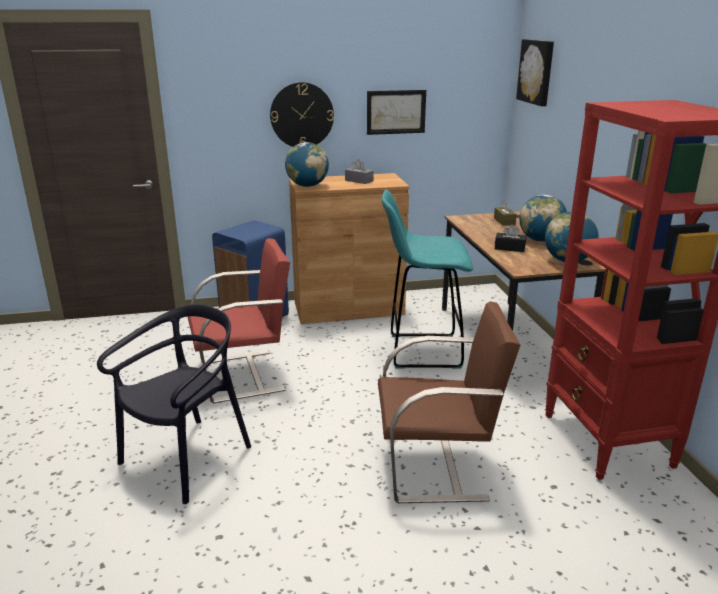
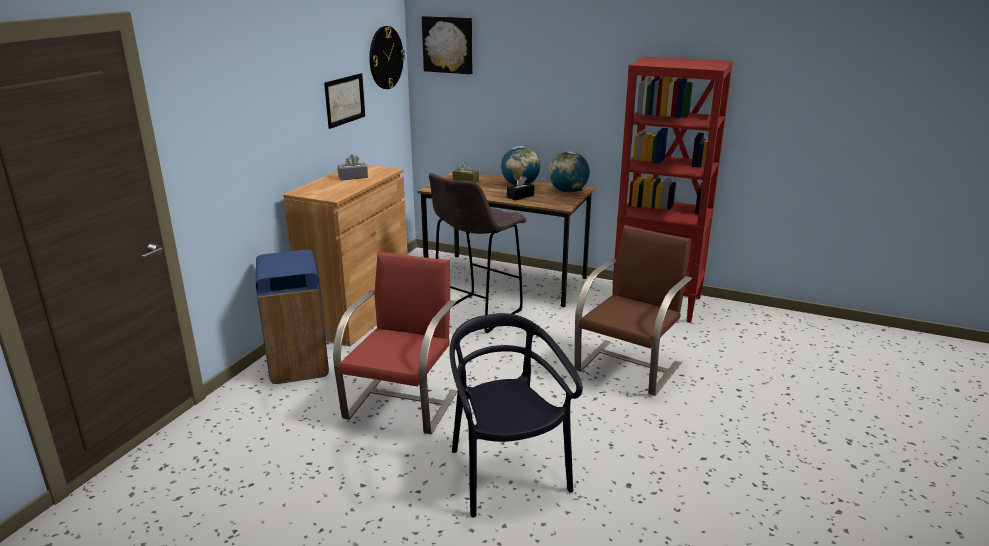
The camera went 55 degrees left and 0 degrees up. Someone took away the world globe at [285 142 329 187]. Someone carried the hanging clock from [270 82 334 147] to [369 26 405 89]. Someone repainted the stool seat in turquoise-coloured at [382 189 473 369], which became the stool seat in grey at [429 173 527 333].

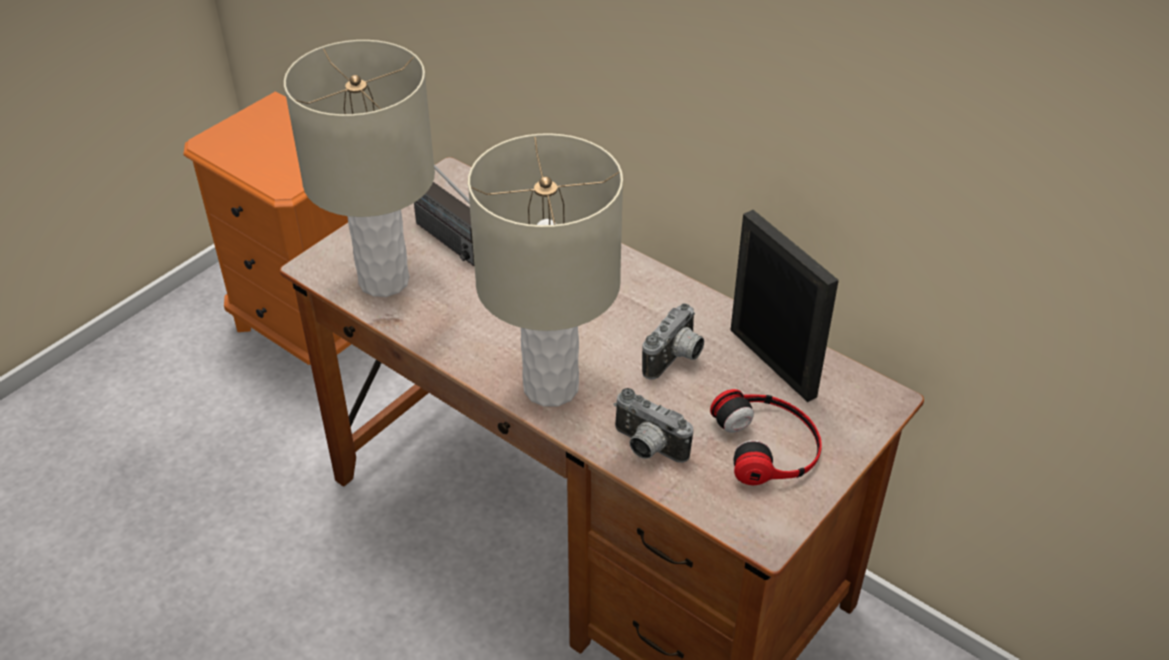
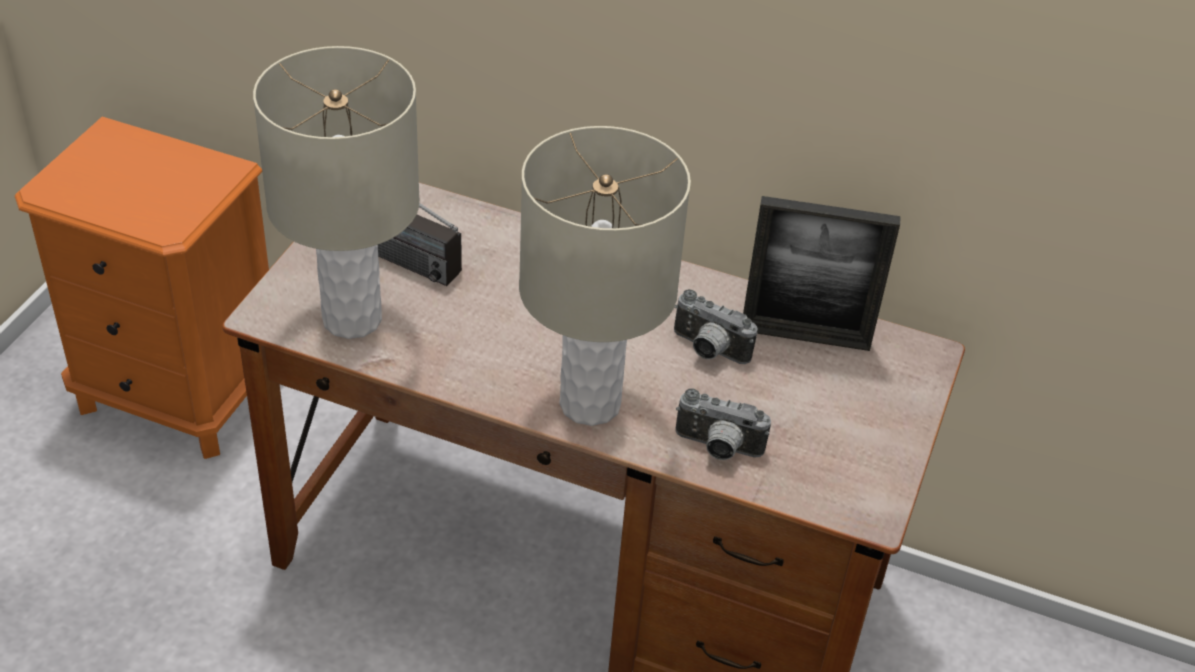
The camera went 20 degrees left and 0 degrees up. Someone took away the pair of headphones at [710 389 822 485]. Someone rotated the photo camera at [642 303 704 379] by 105 degrees clockwise. Someone rotated the picture frame at [731 210 839 402] by 150 degrees clockwise.

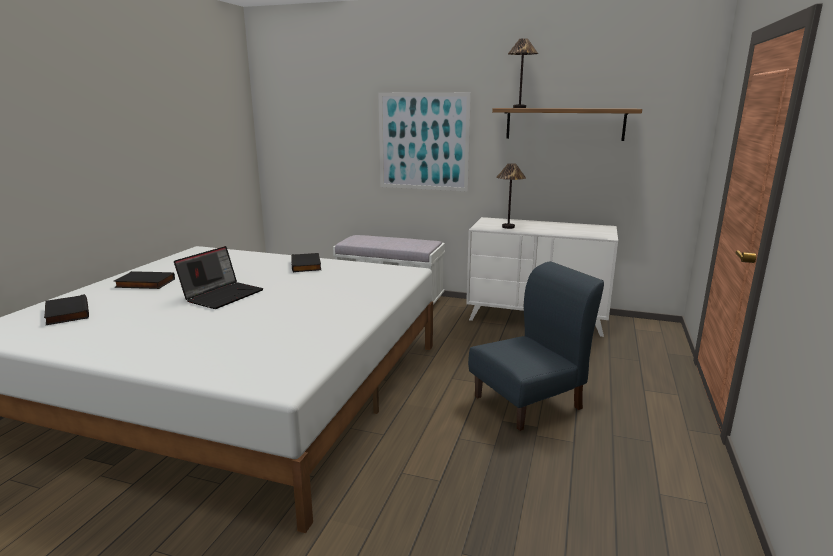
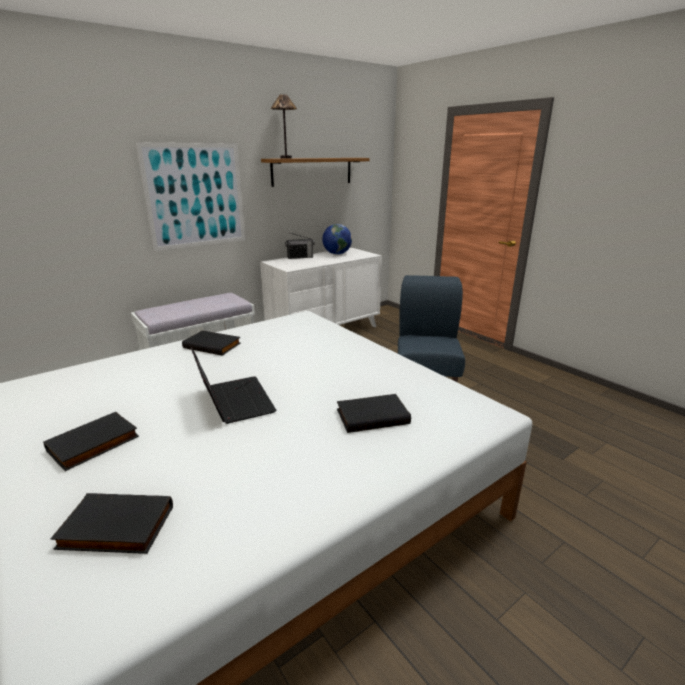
The camera went 55 degrees left and 5 degrees up. Someone took away the tabletop lamp at [496 163 526 229]. Someone put down the radio set at [285 233 315 259]. Someone put down the world globe at [322 224 352 255]. Someone put down the bound book in blackish at [337 394 411 433].

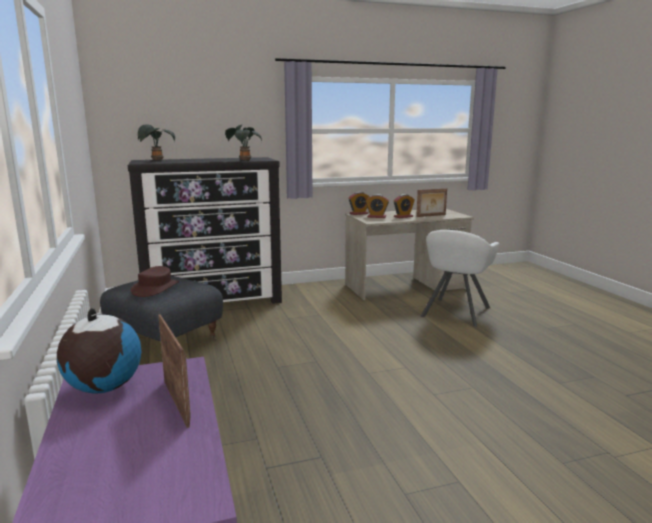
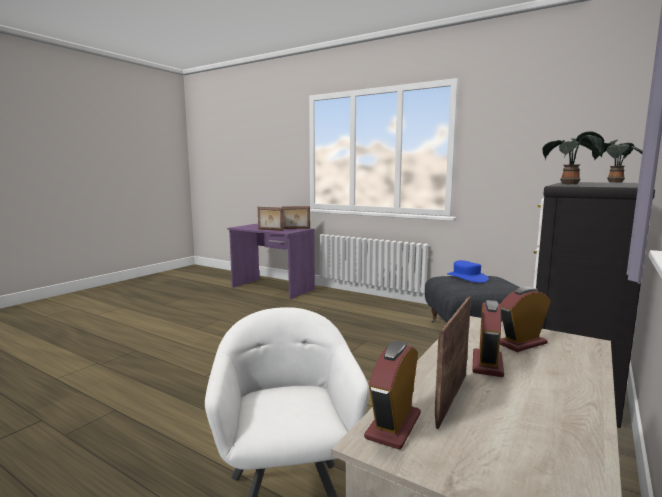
The camera went 140 degrees right and 5 degrees down. Someone carried the bedside clock from [348 192 370 215] to [364 341 421 450]. Someone swapped the world globe at [57 308 141 394] for the picture frame at [282 206 310 229]. Someone repainted the wearable hat in brown-coloured at [131 266 179 297], which became the wearable hat in bluish at [447 260 489 283].

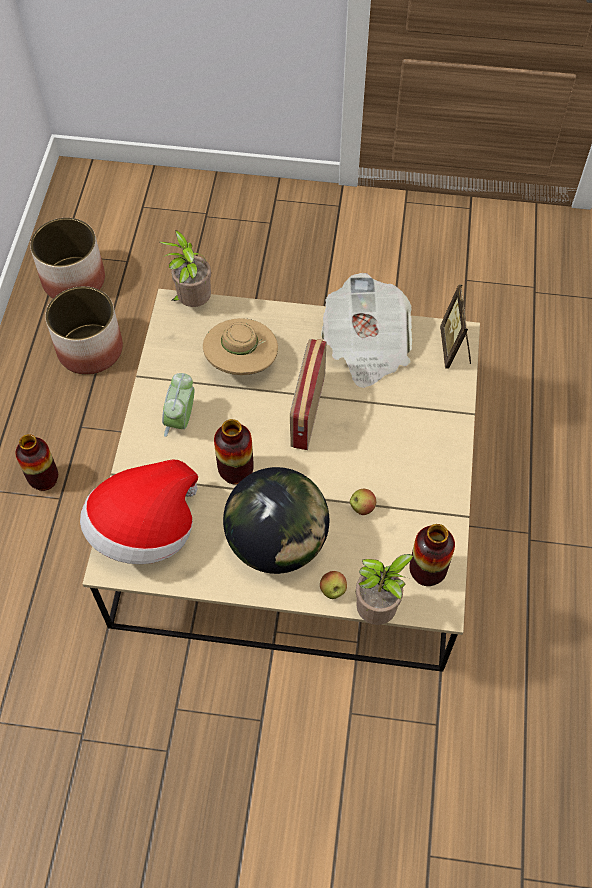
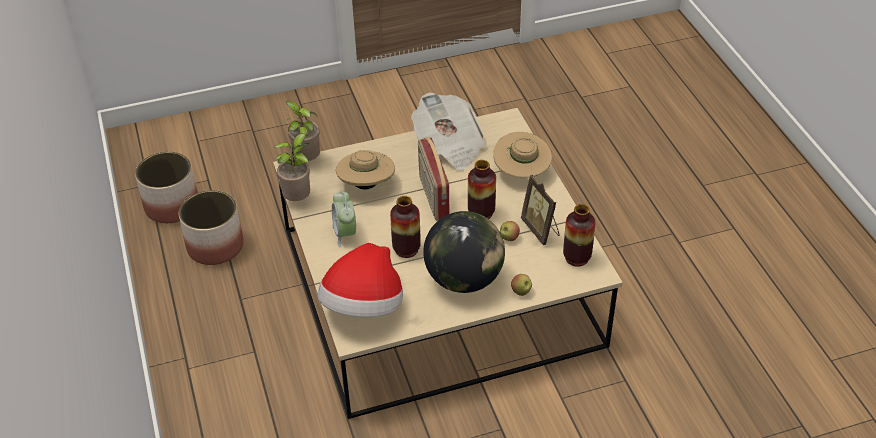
The camera went 25 degrees left and 15 degrees down. Someone put down the wearable hat in sand-coloured at [493 132 552 178]. Someone carried the decorative vase from [15 434 58 491] to [468 160 496 219]. Someone carried the plant in a pot from [356 554 414 625] to [274 133 310 201]. Someone carried the picture frame from [440 285 471 368] to [521 175 560 245].

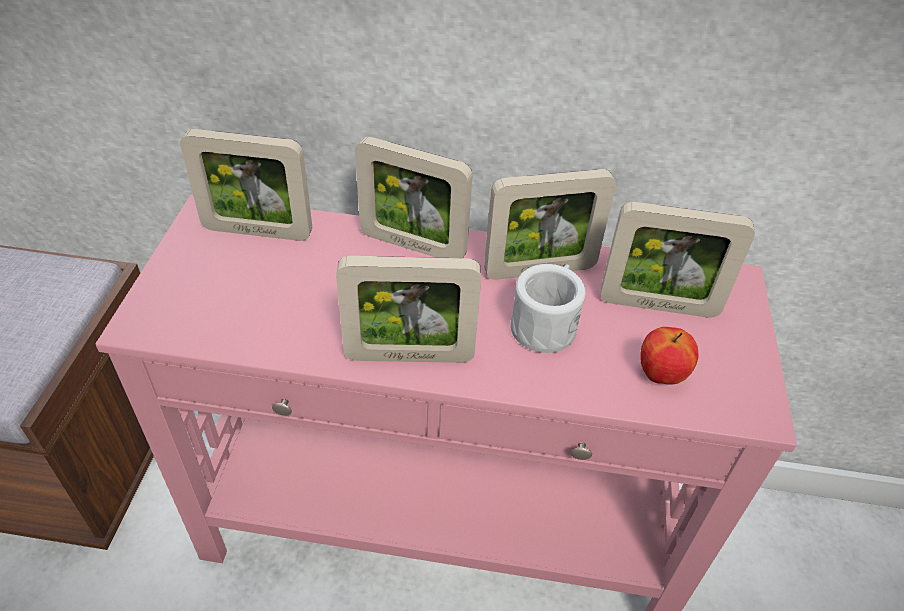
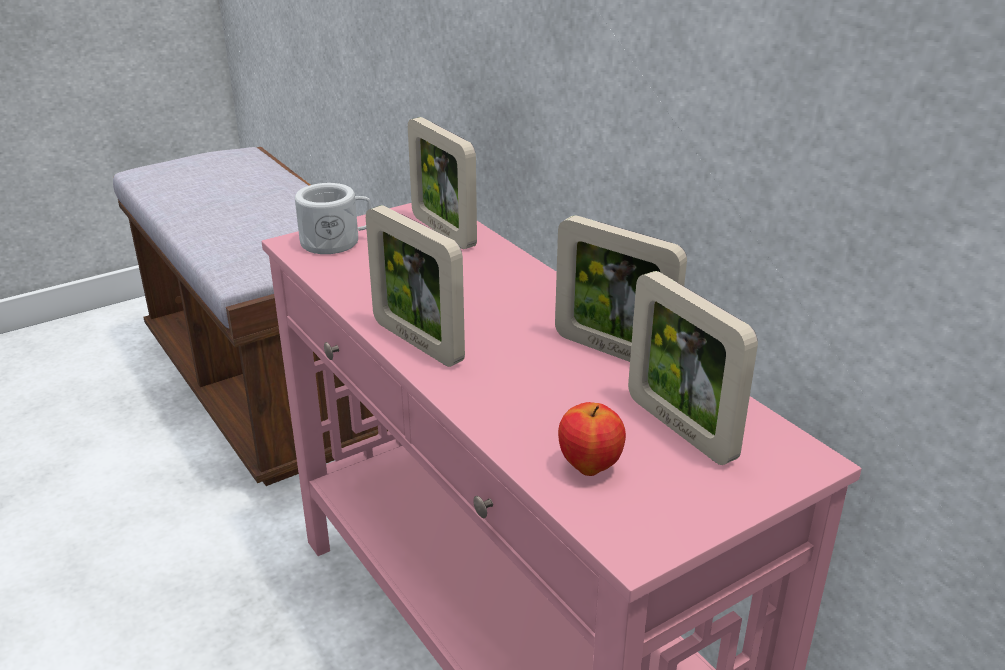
The camera went 50 degrees right and 15 degrees down. Someone took away the picture frame at [355 137 473 258]. Someone carried the mug in white-coloured from [511 264 586 353] to [295 183 371 254].

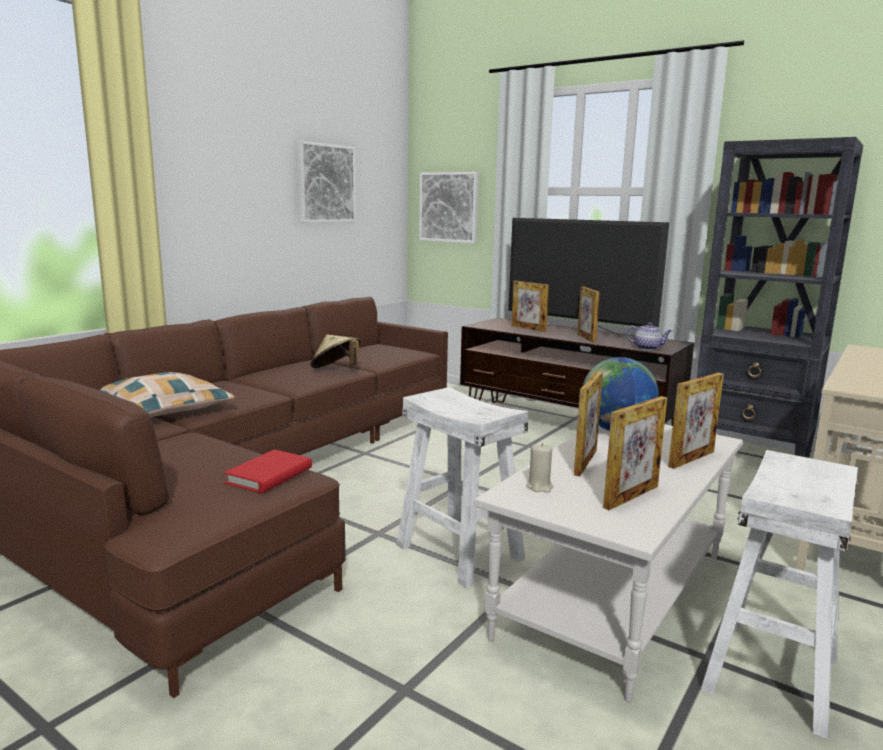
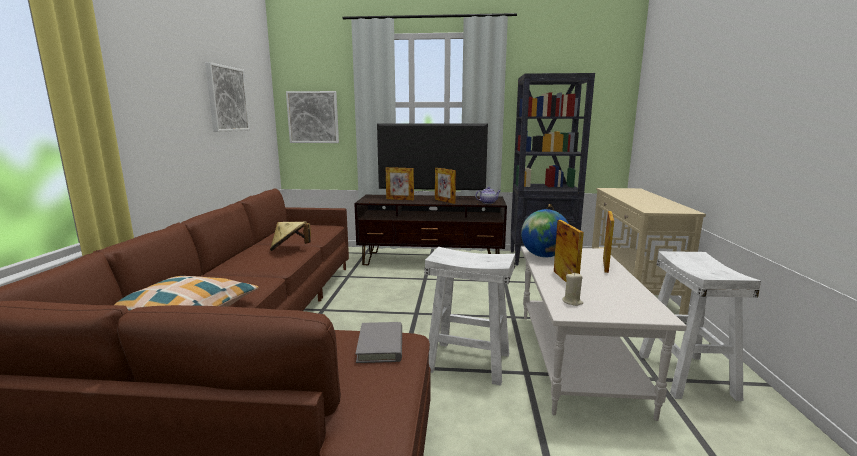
The camera went 30 degrees left and 0 degrees up. Someone took away the picture frame at [603 396 667 510]. Someone repainted the bound book in red at [224 450 312 493], which became the bound book in grey at [355 322 402 363].

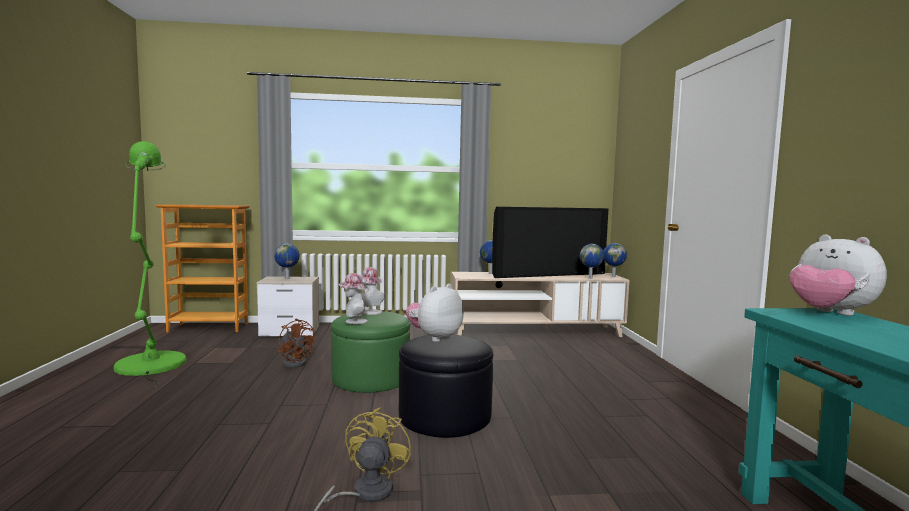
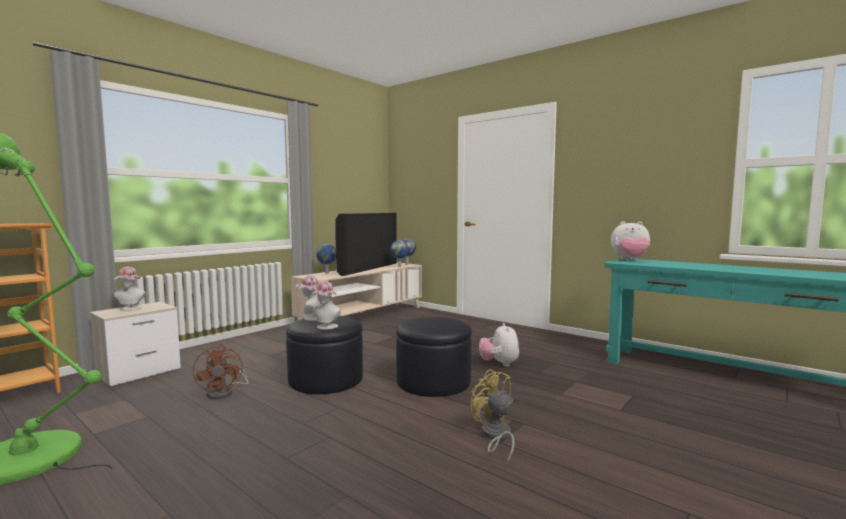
The camera went 45 degrees left and 0 degrees up. Someone carried the cuddly toy from [406 284 463 342] to [479 323 519 367]. Someone swapped the world globe at [274 244 300 279] for the wearable hat at [114 267 146 311]. Someone repainted the pouffe in green-coloured at [331 311 410 393], which became the pouffe in blackish at [286 316 363 394]. Someone rotated the fan in brown-coloured at [278 319 315 368] by 75 degrees clockwise.

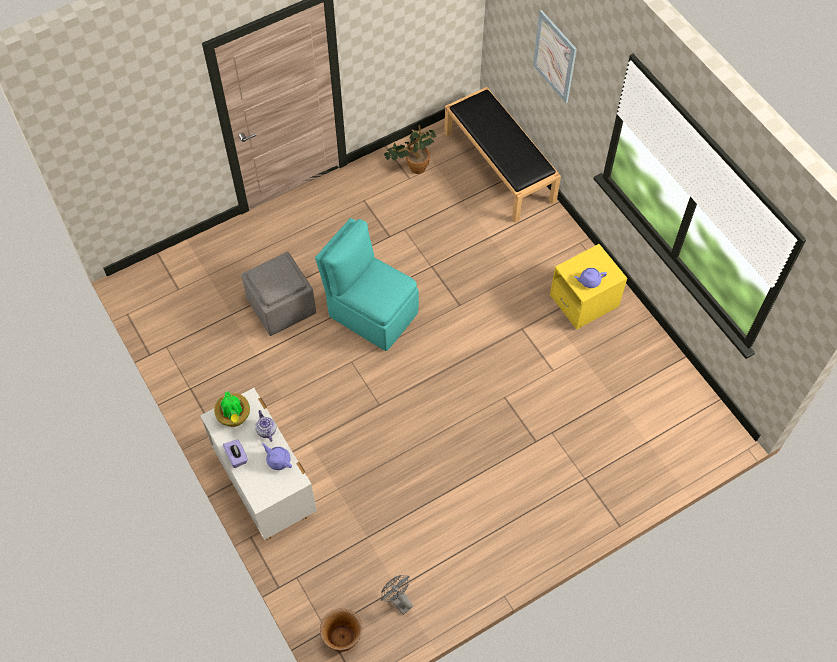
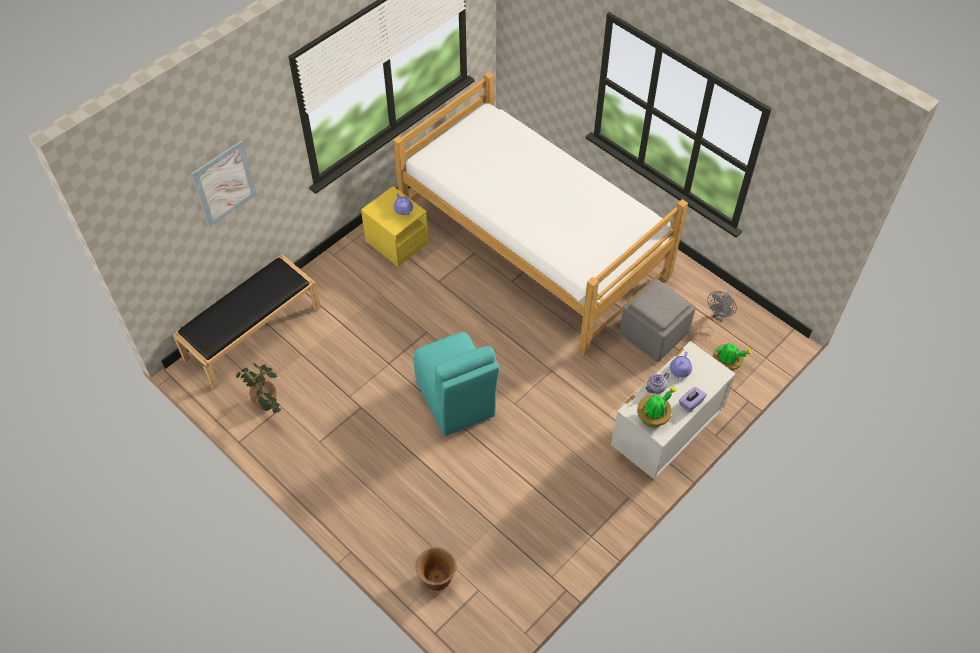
The camera went 105 degrees left and 5 degrees down. Someone put down the sleeping bed at [393 72 688 356]. Someone put down the plant in a pot at [713 343 753 371]. Someone carried the pouffe in grey from [241 252 316 336] to [619 279 696 362]. Someone carried the plant pot in brown-coloured from [320 608 362 652] to [415 547 456 591]. Someone rotated the plain chair in turquoise-coloured at [315 218 419 351] by 45 degrees counterclockwise.

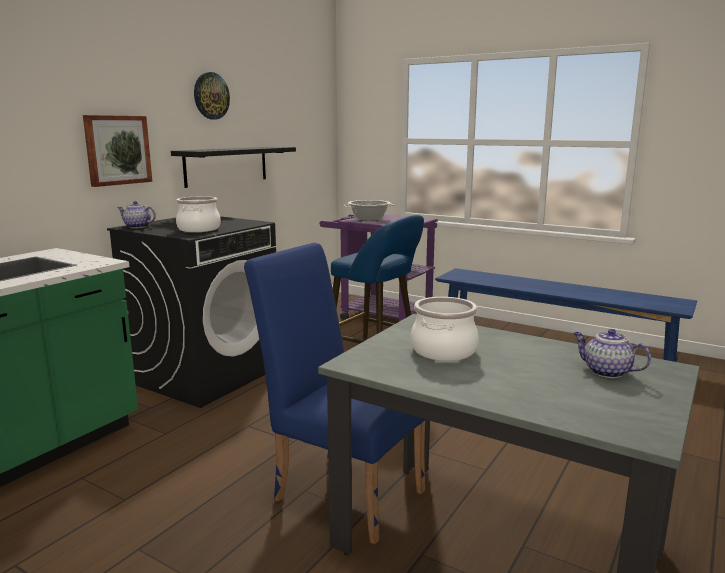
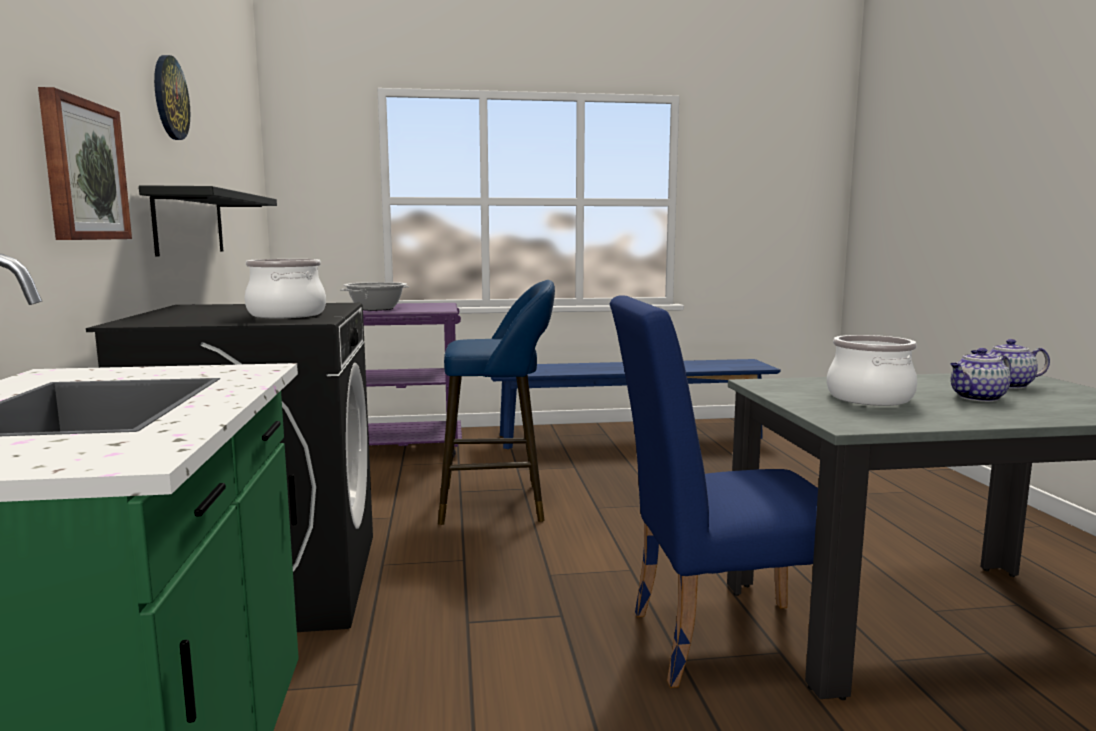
The camera went 40 degrees left and 5 degrees down. Someone carried the tea pot from [117 201 156 228] to [950 348 1011 402].

